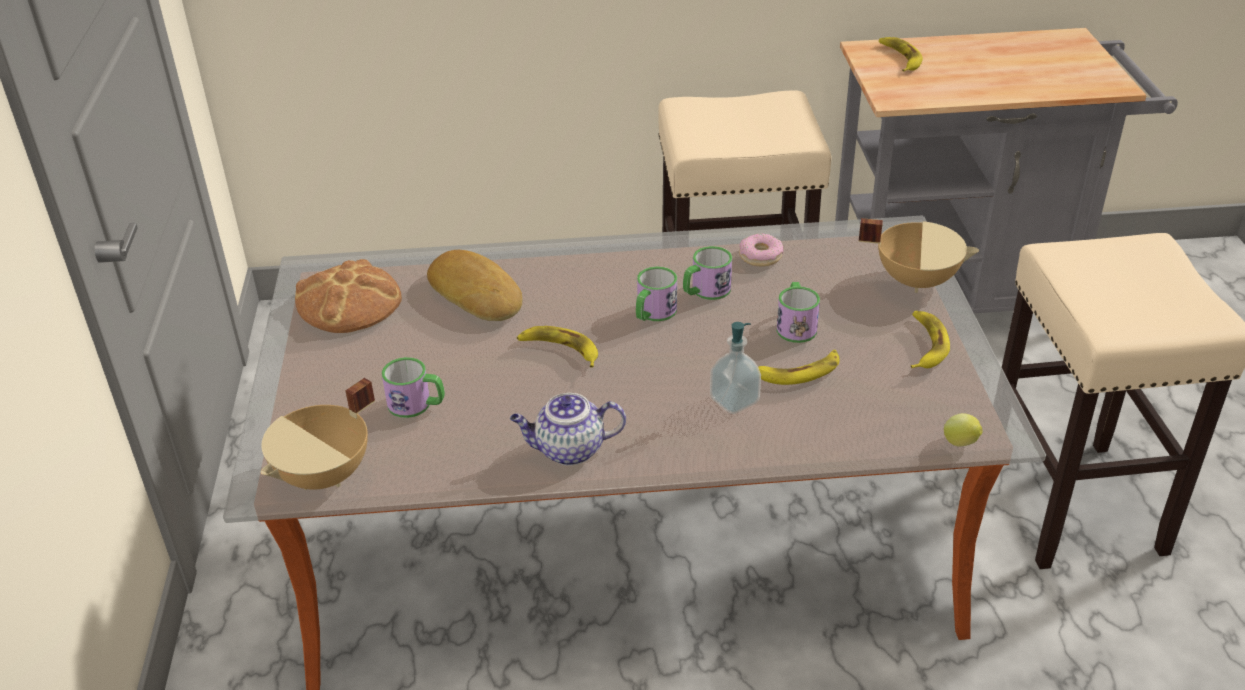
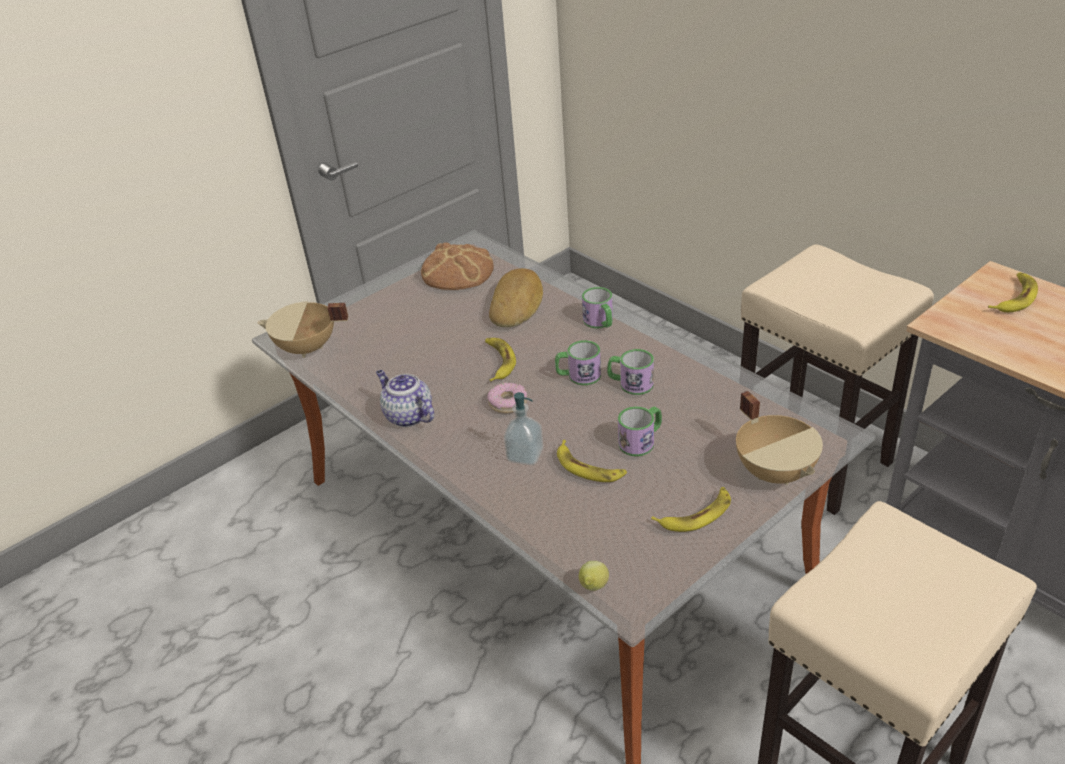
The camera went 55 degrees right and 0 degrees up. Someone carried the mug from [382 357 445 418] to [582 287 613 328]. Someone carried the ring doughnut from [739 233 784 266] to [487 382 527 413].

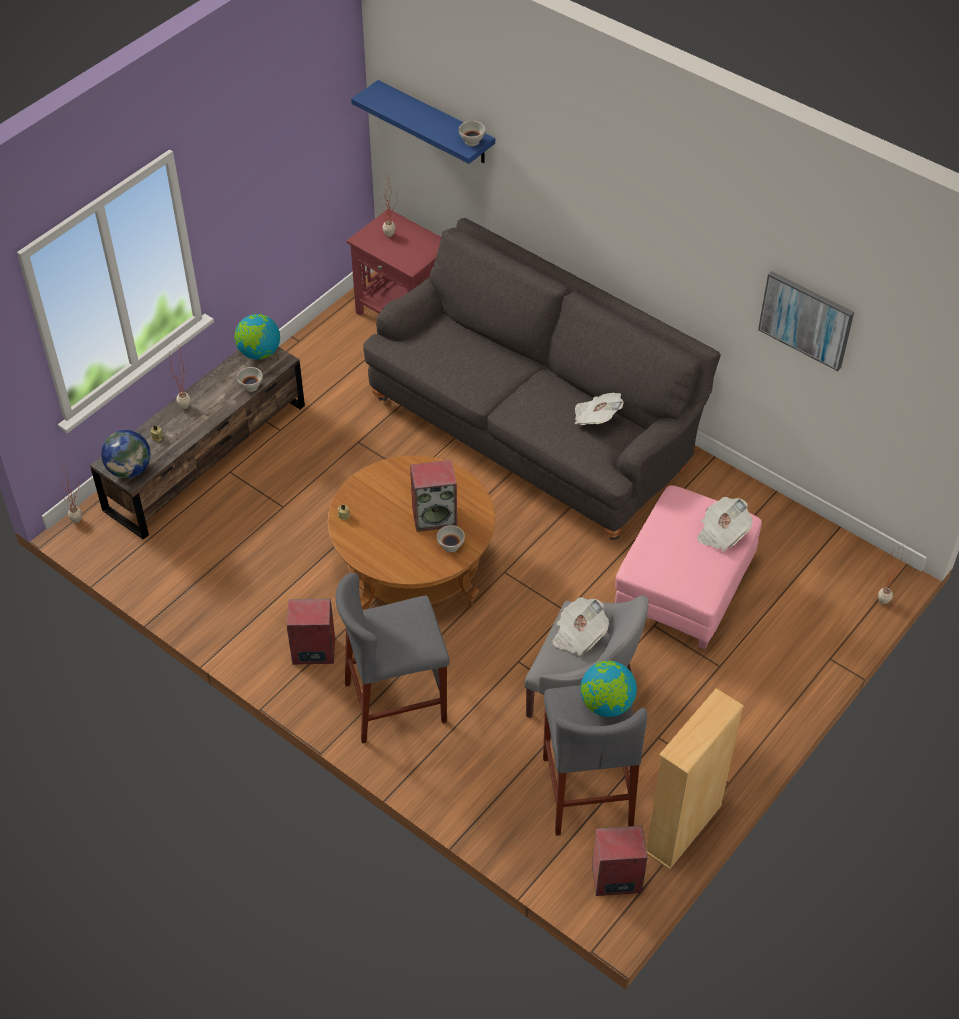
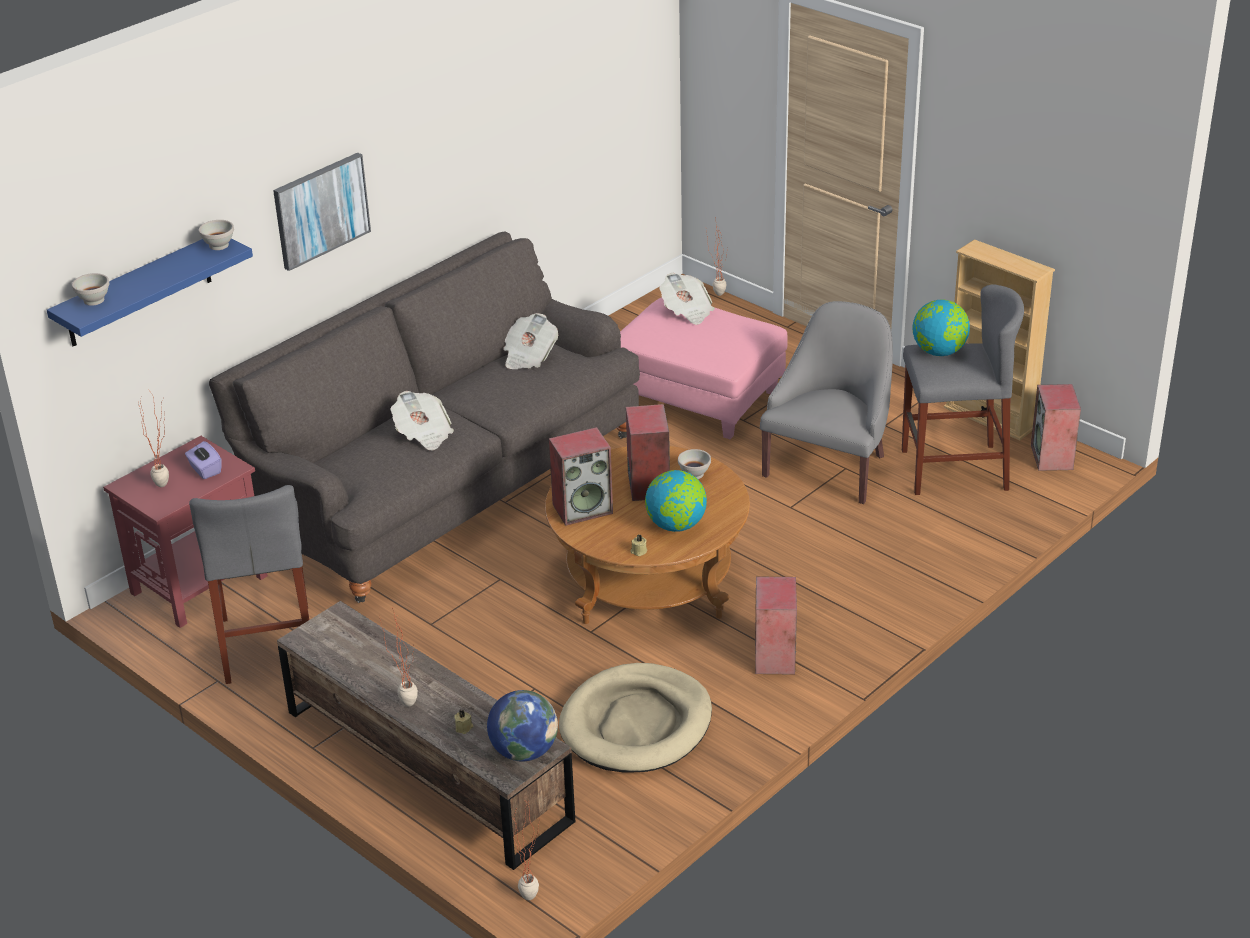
The camera went 85 degrees left and 15 degrees down. Someone put down the tissue holder in purplish at [185 441 222 479]. Someone put down the loudspeaker at [549 427 613 526]. Someone put down the dog bed in sand-coloured at [559 663 712 772]. Someone carried the world globe from [235 314 280 360] to [645 470 707 532]. Someone carried the bowl in white-coloured from [237 367 263 392] to [72 273 109 306]. Someone carried the stool seat in grey from [336 573 450 744] to [189 485 309 684]. Someone carried the printed paper from [552 597 609 656] to [391 391 454 450]. Someone carried the wall picture from [758 271 854 371] to [273 153 371 271].

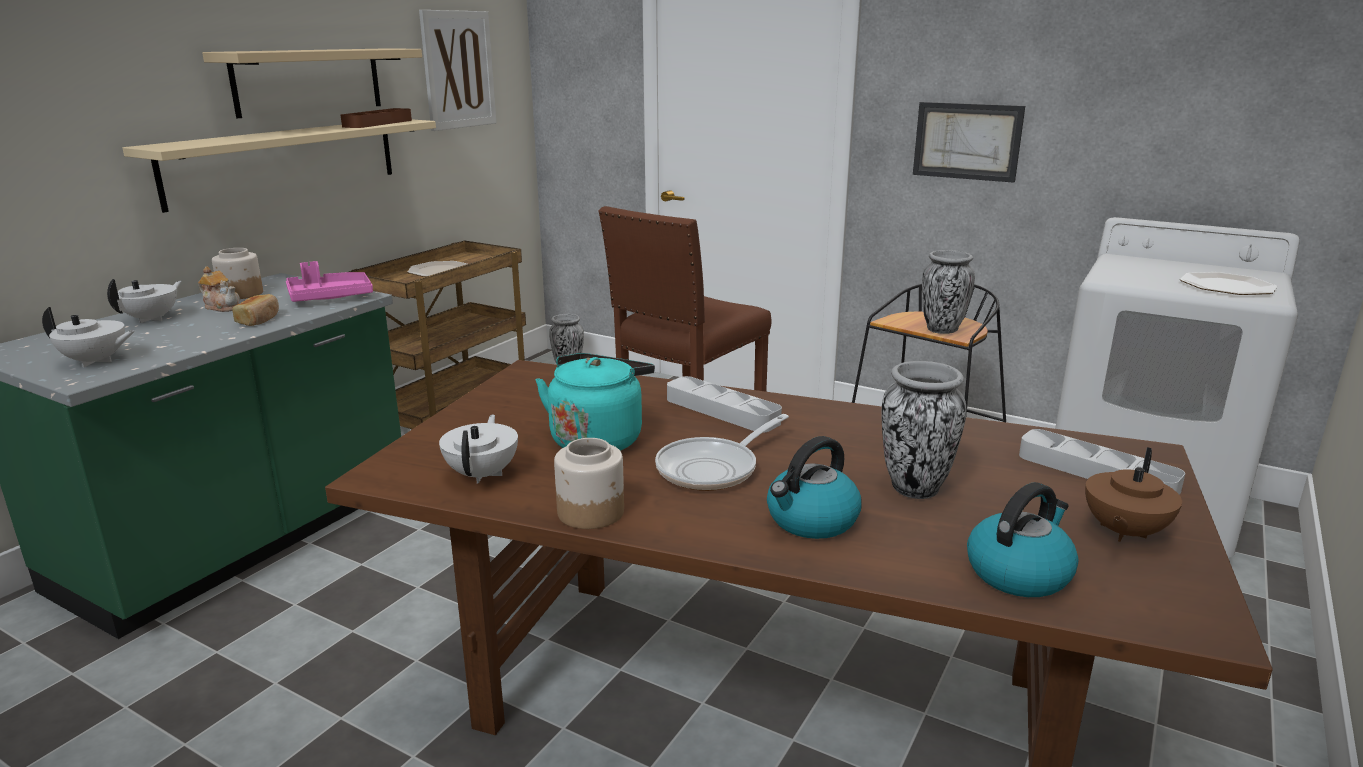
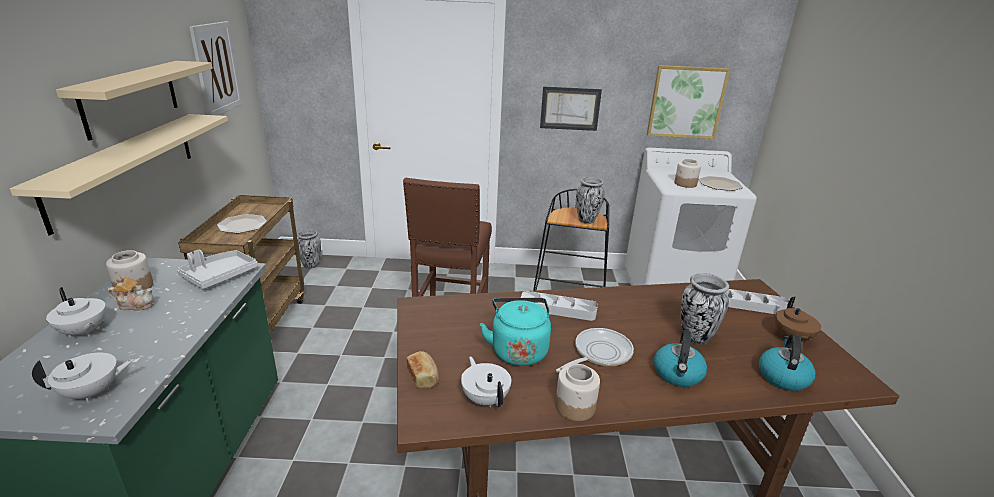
The camera went 30 degrees left and 5 degrees up. Someone took away the serving tray in brown-coloured at [341 108 412 128]. Someone put up the wall picture at [647 65 730 139]. Someone put down the storage jar at [674 159 701 188]. Someone carried the bakery bread from [232 294 279 326] to [406 351 439 388]. Someone repainted the serving tray in pink at [286 261 373 302], which became the serving tray in grey at [177 250 258 289]. Someone rotated the tea pot in white-coloured at [107 279 182 323] by 135 degrees clockwise. Someone rotated the skillet at [655 414 789 491] by 150 degrees counterclockwise.

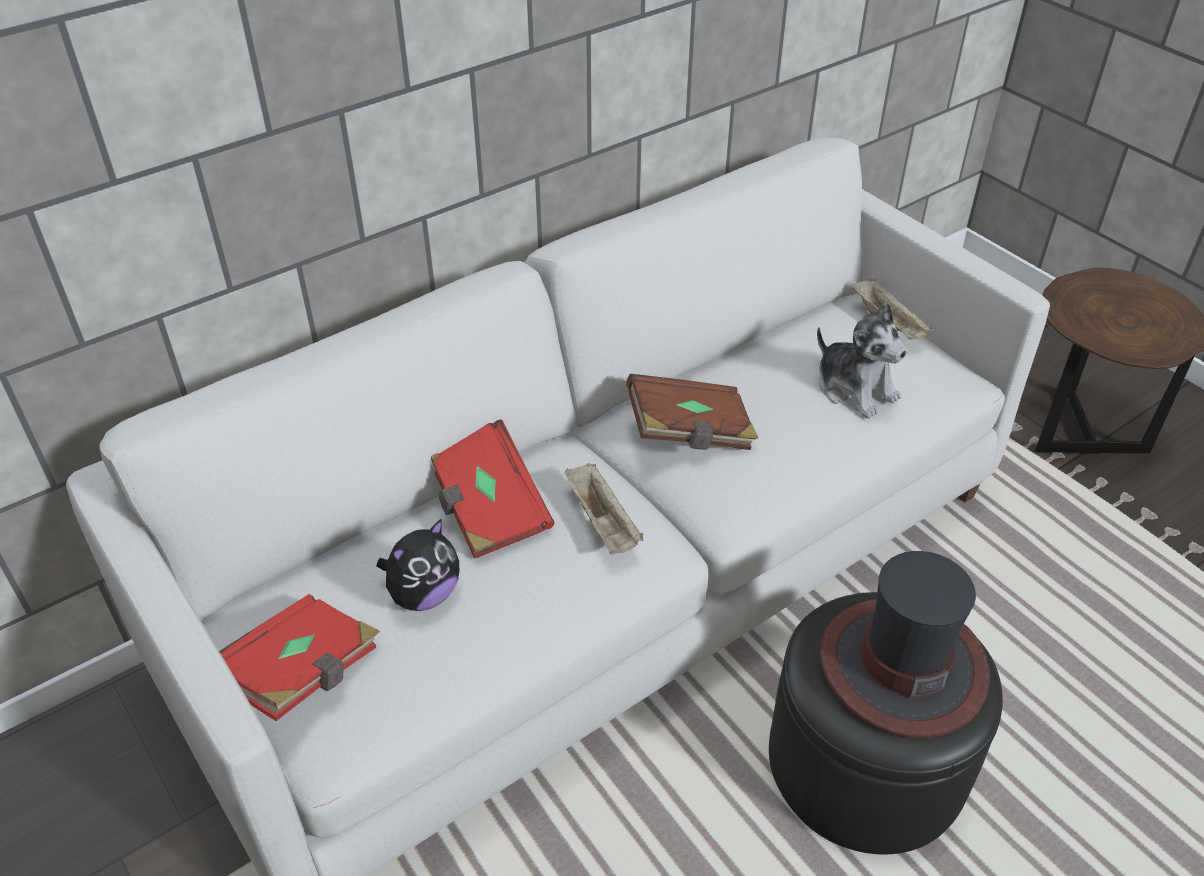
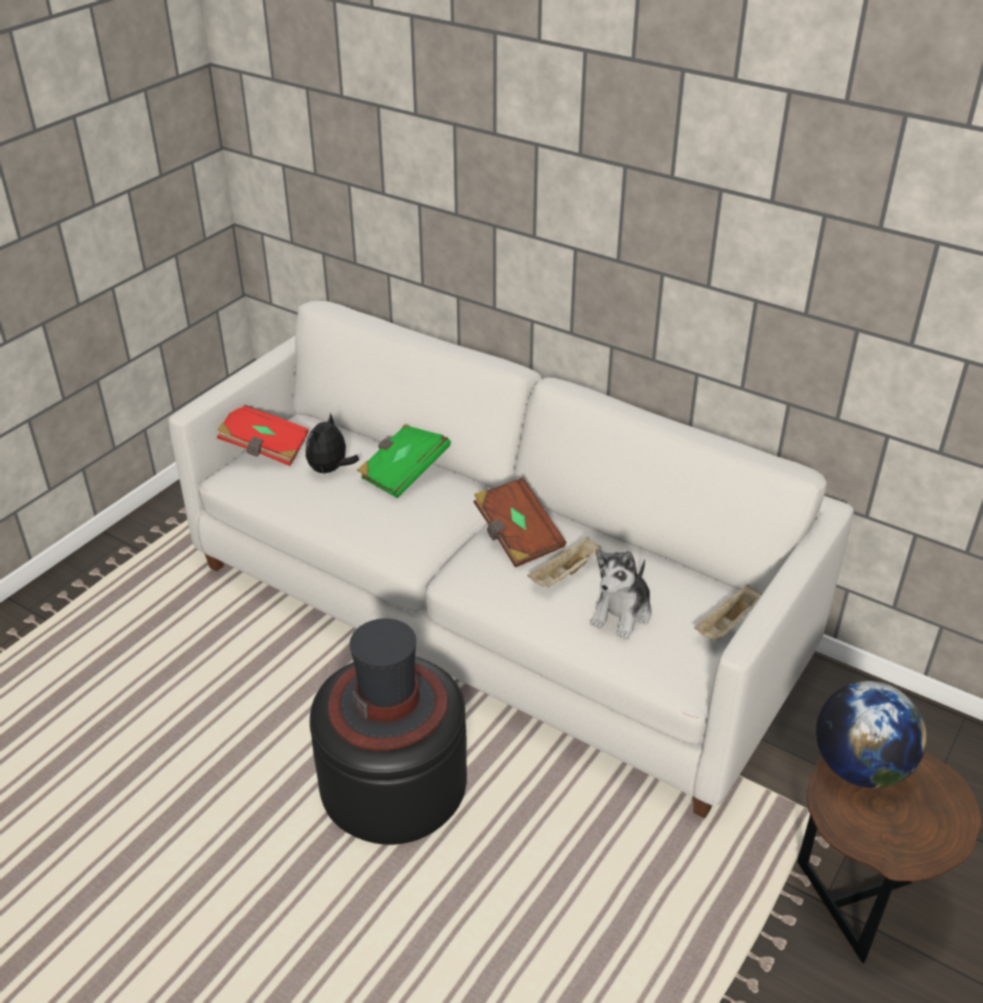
The camera went 70 degrees right and 5 degrees down. Someone put down the world globe at [816 681 927 788]. Someone carried the serving tray in sand-coloured from [565 463 643 554] to [528 537 602 588]. Someone repainted the bound book in red at [431 419 554 559], which became the bound book in green-coloured at [357 424 451 498]. Someone rotated the cuddly toy at [376 518 459 611] by 90 degrees clockwise.

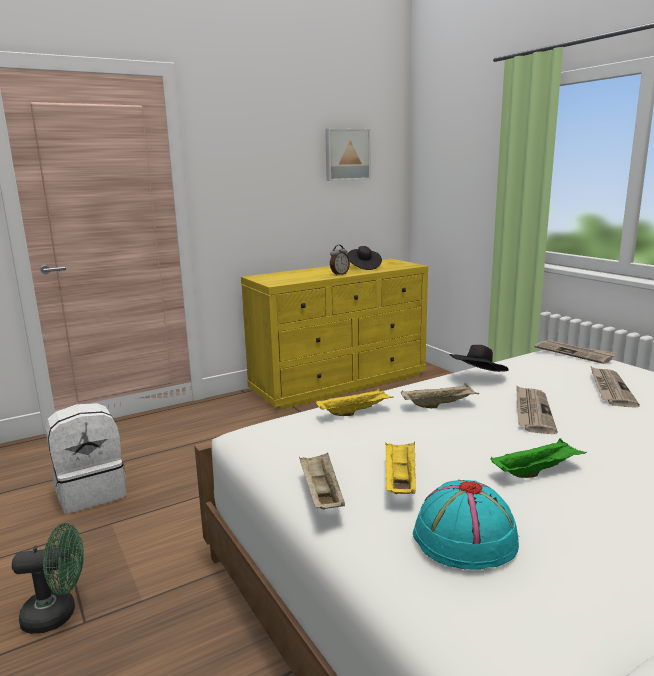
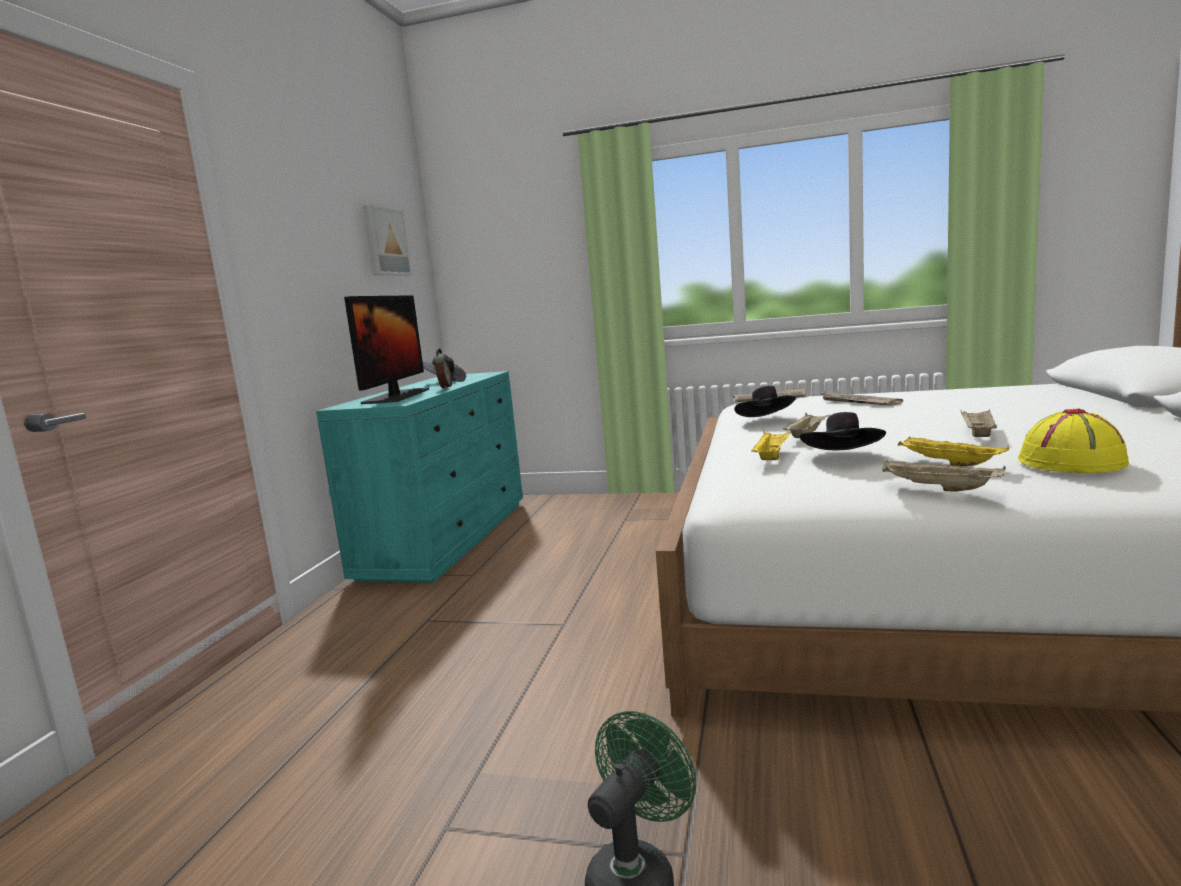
The camera went 45 degrees left and 5 degrees down. Someone took away the rucksack in white-coloured at [45 403 126 514]. Someone took away the printed paper at [516 385 558 434]. Someone put down the monitor at [344 295 429 404]. Someone put down the wearable hat in blackish at [800 412 886 450]. Someone repainted the dresser in yellow at [241 259 428 410], which became the dresser in turquoise-coloured at [316 371 523 583]. Someone repainted the wearable hat in turquoise-coloured at [413 480 519 570], which became the wearable hat in yellow at [1018 408 1129 473]. Someone repainted the serving tray in green-coloured at [491 438 587 478], which became the serving tray in sand-coloured at [961 409 997 437].

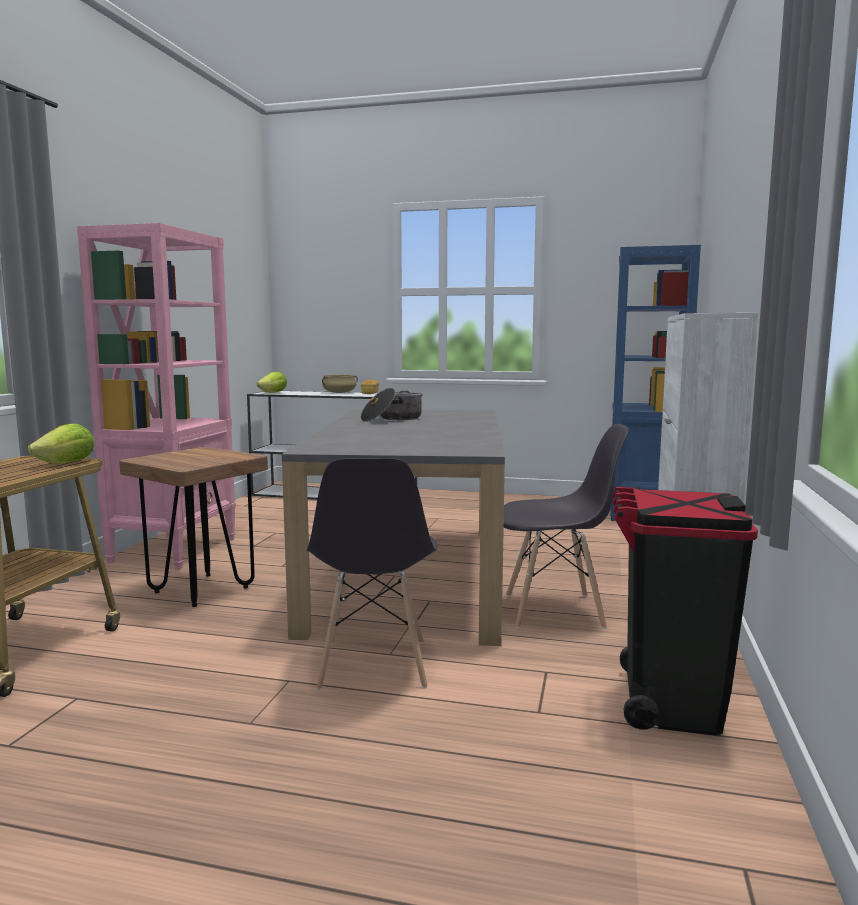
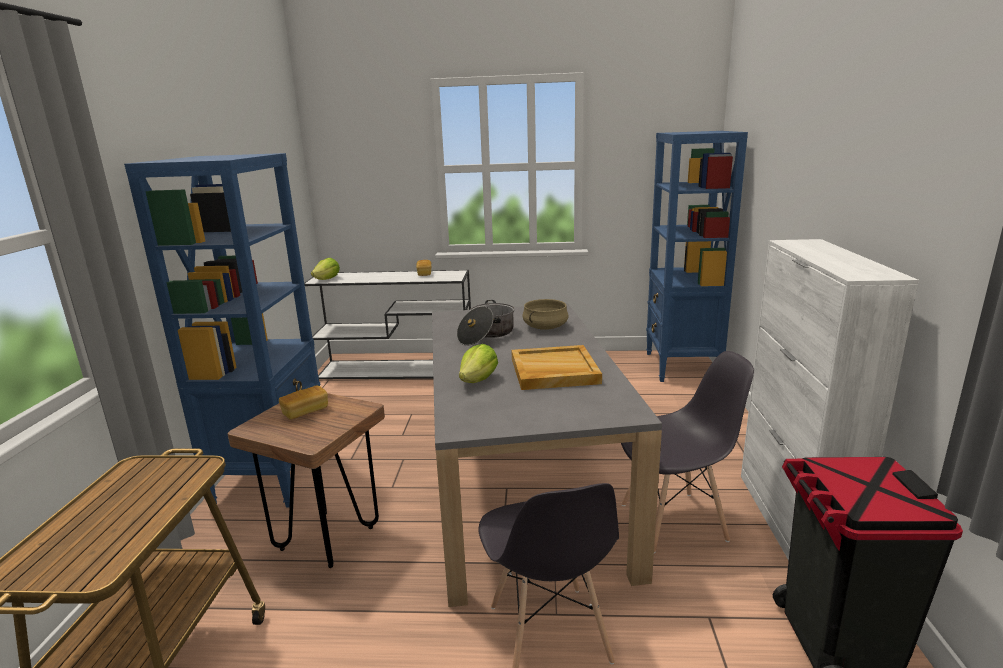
The camera went 10 degrees left and 10 degrees up. Someone put down the bakery bread at [279 386 328 420]. Someone put down the serving tray in sand-coloured at [511 345 602 390]. Someone carried the lettuce head from [28 423 94 463] to [459 344 498 383]. Someone carried the saucepot in sand-coloured from [322 374 358 393] to [523 299 569 330]. Someone repainted the shelving unit in pink at [77 223 236 570], which became the shelving unit in bluish at [124 153 320 508].

